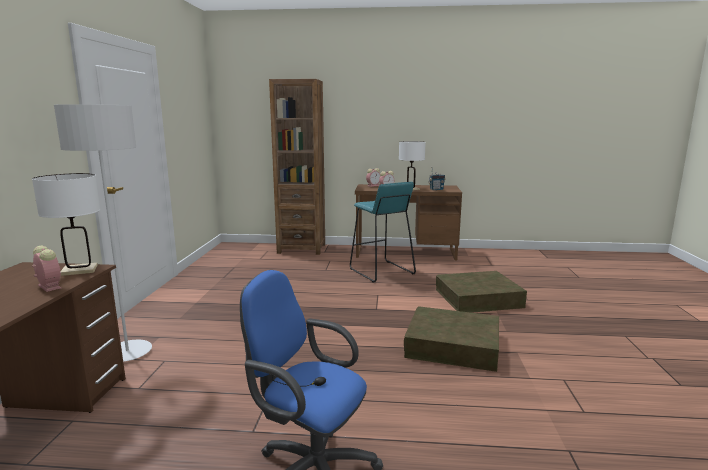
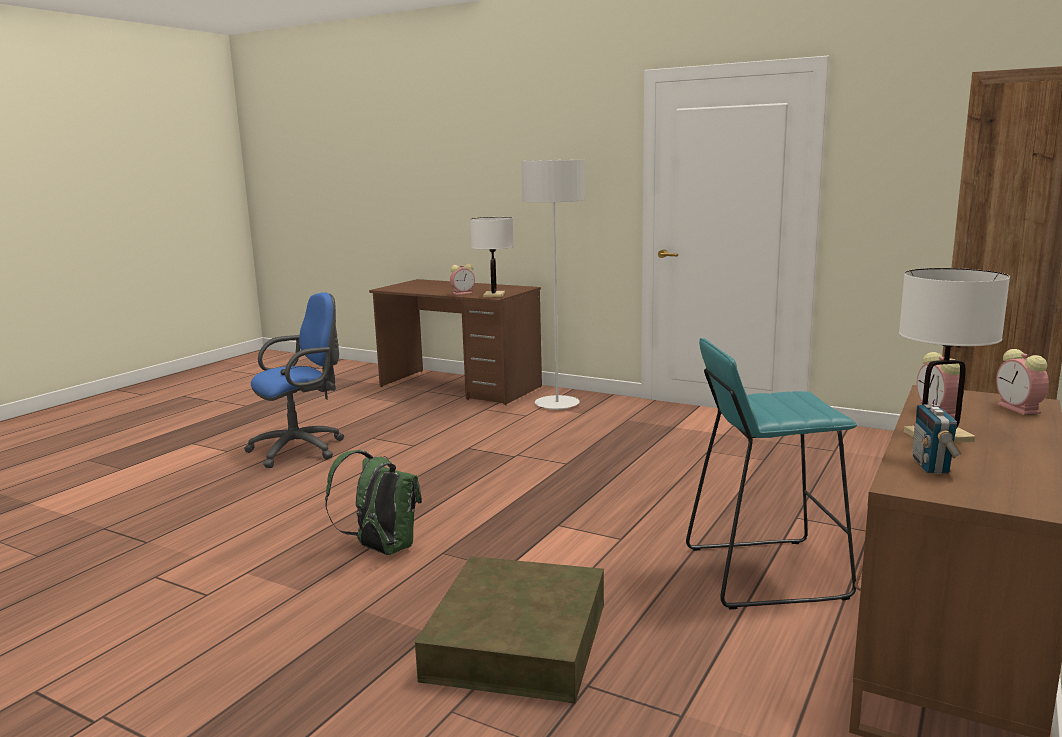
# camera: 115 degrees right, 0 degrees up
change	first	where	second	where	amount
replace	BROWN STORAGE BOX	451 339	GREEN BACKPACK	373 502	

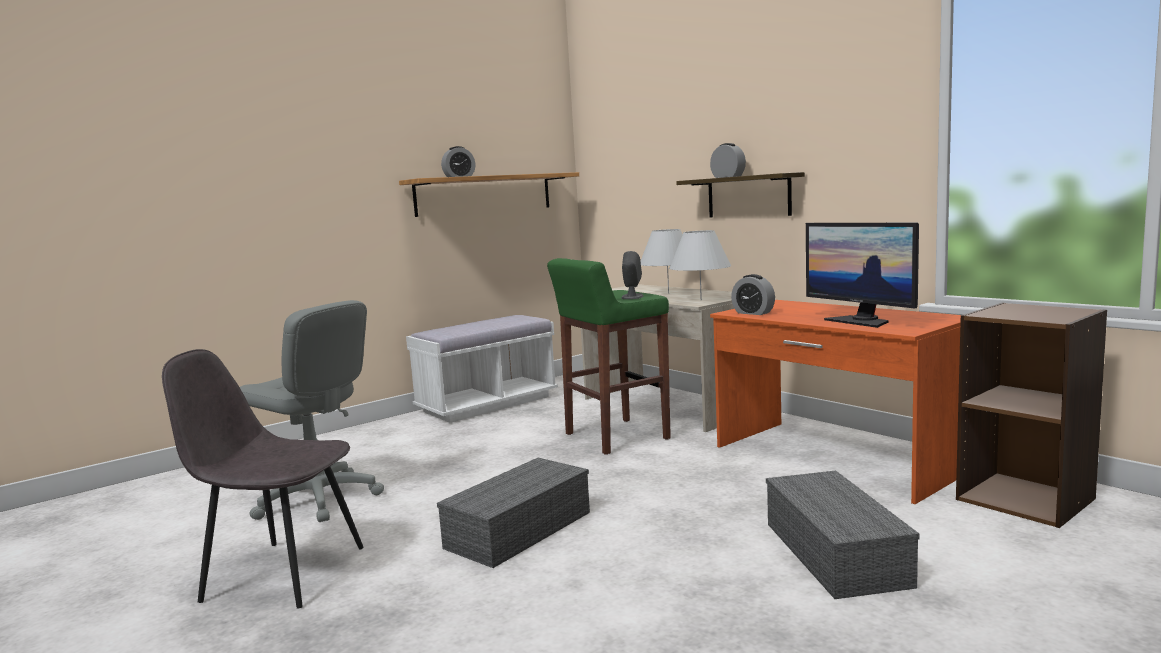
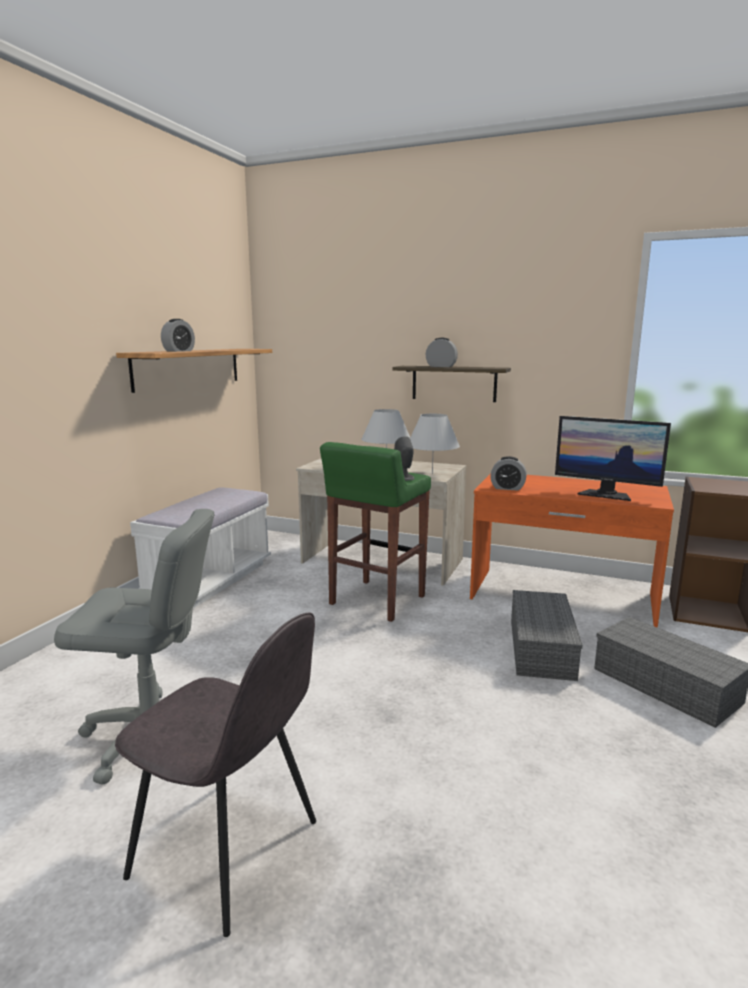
# camera: 30 degrees left, 5 degrees up
change	first	where	second	where	amount
rotate	GREY CHAIR	262 479		215 774	135 degrees counterclockwise
move	GREY STORAGE BOX	513 513		546 635	

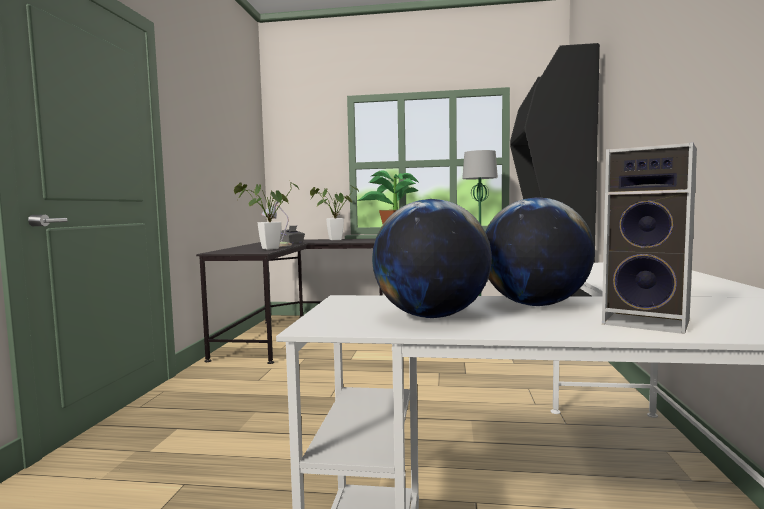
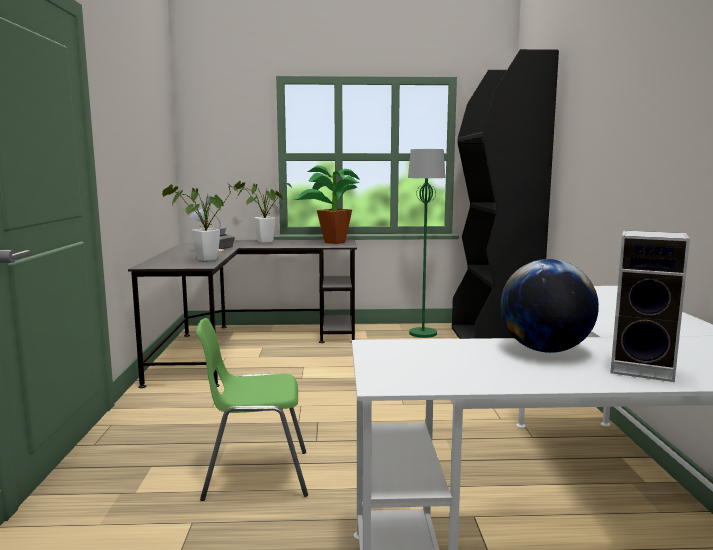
# camera: 10 degrees left, 5 degrees up
change	first	where	second	where	amount
insert			GREEN CHAIR	252 409	
delete	GLOBE	432 258			

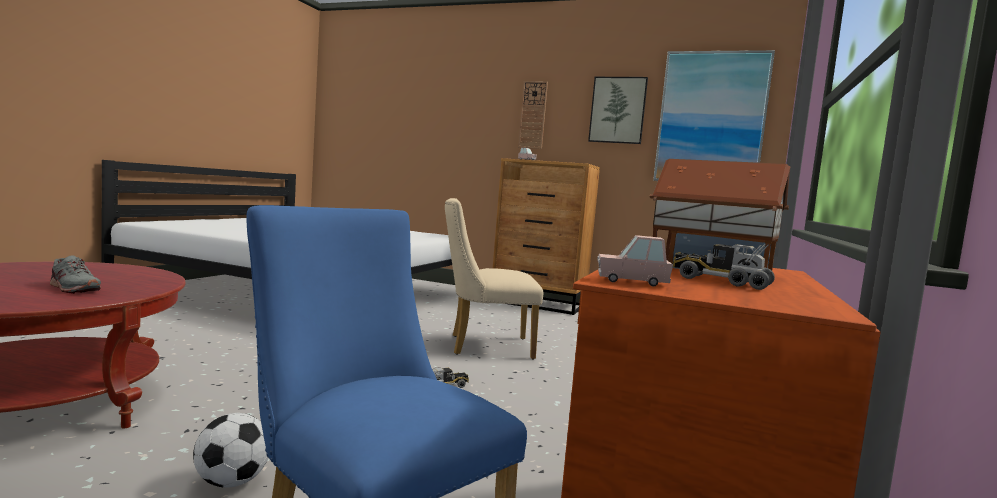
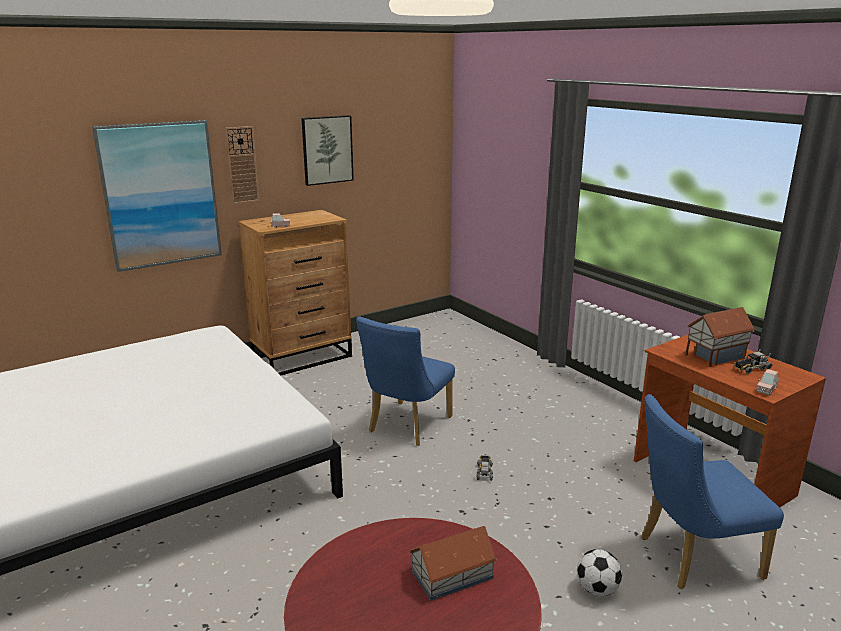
# camera: 55 degrees left, 15 degrees up
change	first	where	second	where	amount
move	PICTURE	714 115		157 196	
recolor	BEIGE CHAIR	494 278	BLUE CHAIR	405 381	
replace	GREY SHOE	75 275	TOY HOUSE	453 563	

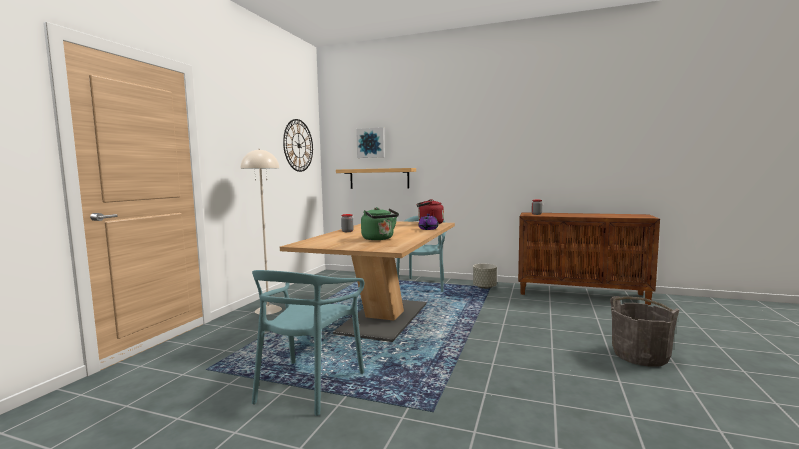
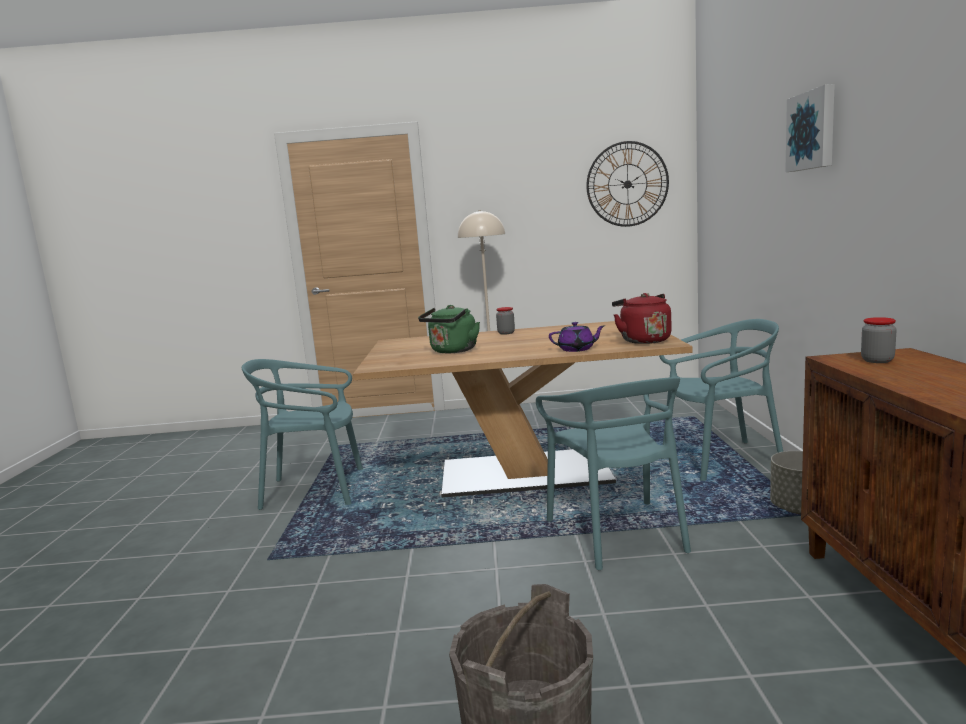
# camera: 70 degrees right, 5 degrees up
change	first	where	second	where	amount
insert			TURQUOISE CHAIR	613 473	
move	PICTURE	370 142		810 128	
delete	SHELF	376 178			

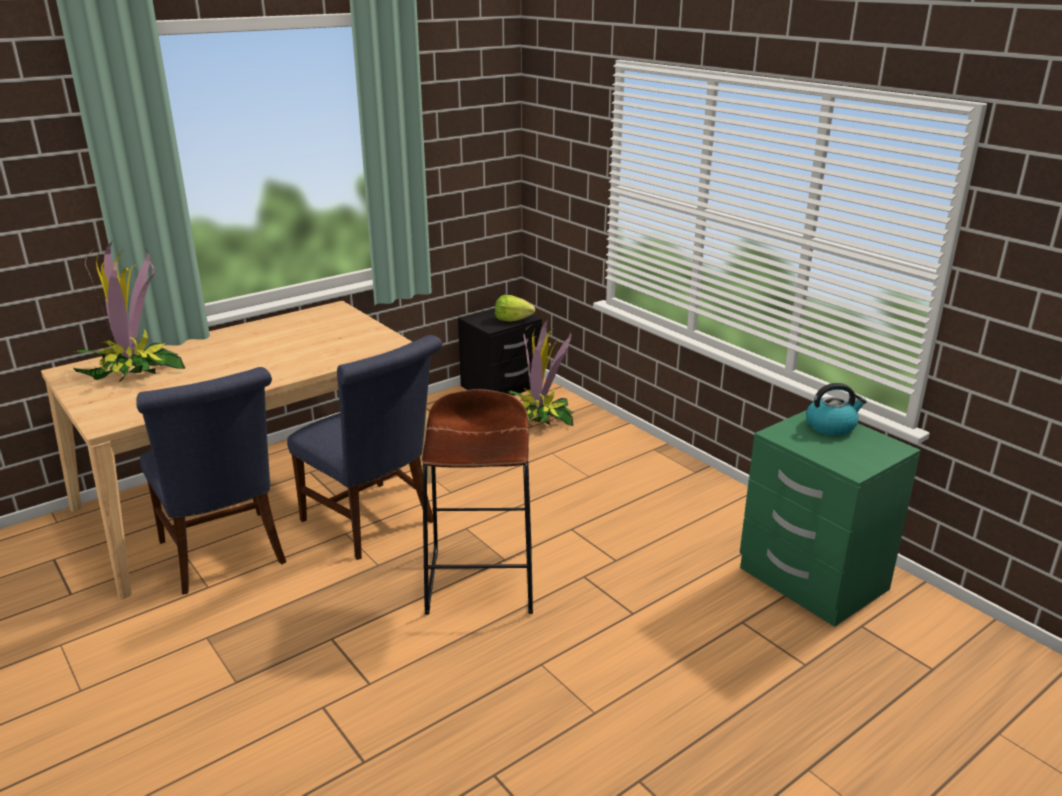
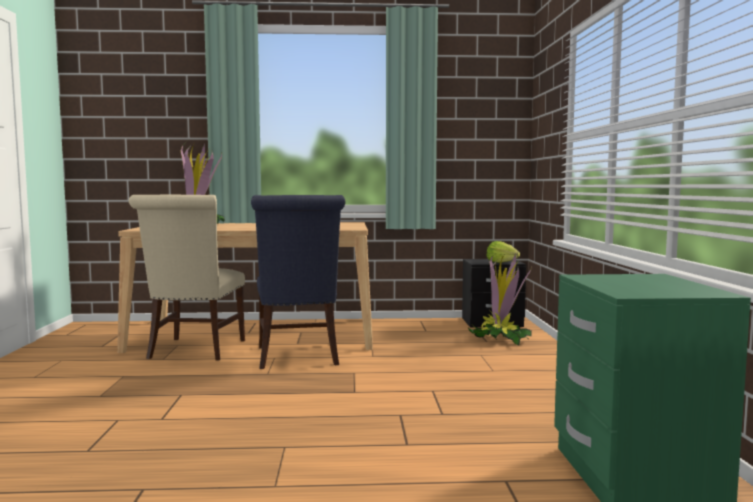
# camera: 35 degrees right, 20 degrees down
change	first	where	second	where	amount
recolor	BLUE CHAIR	211 481	BEIGE CHAIR	187 278	
delete	BROWN STOOL	477 502			
delete	KETTLE	836 409			

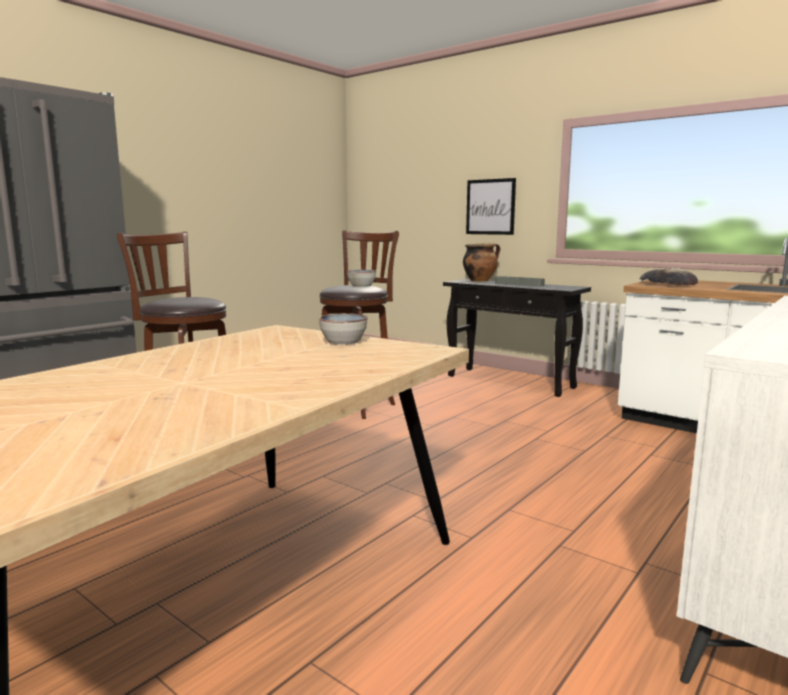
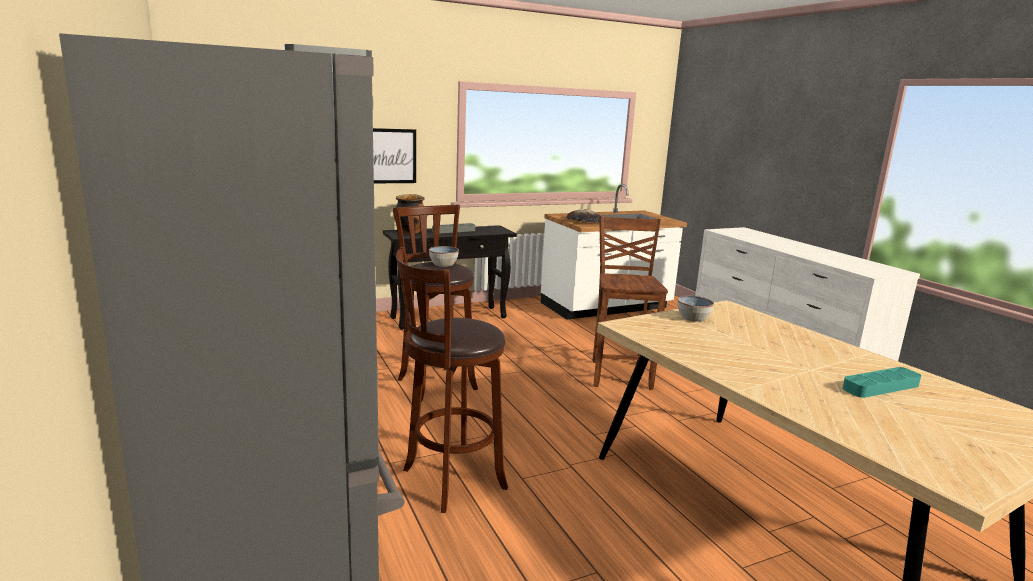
# camera: 65 degrees left, 5 degrees up
change	first	where	second	where	amount
insert			BROWN STOOL	630 303	
insert			TURQUOISE TRAY	881 382	

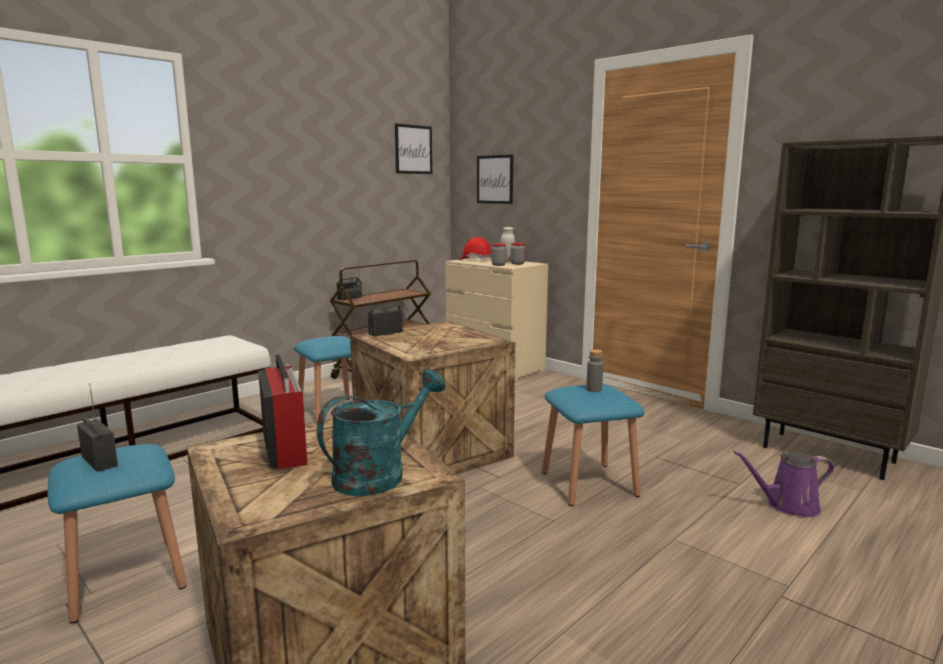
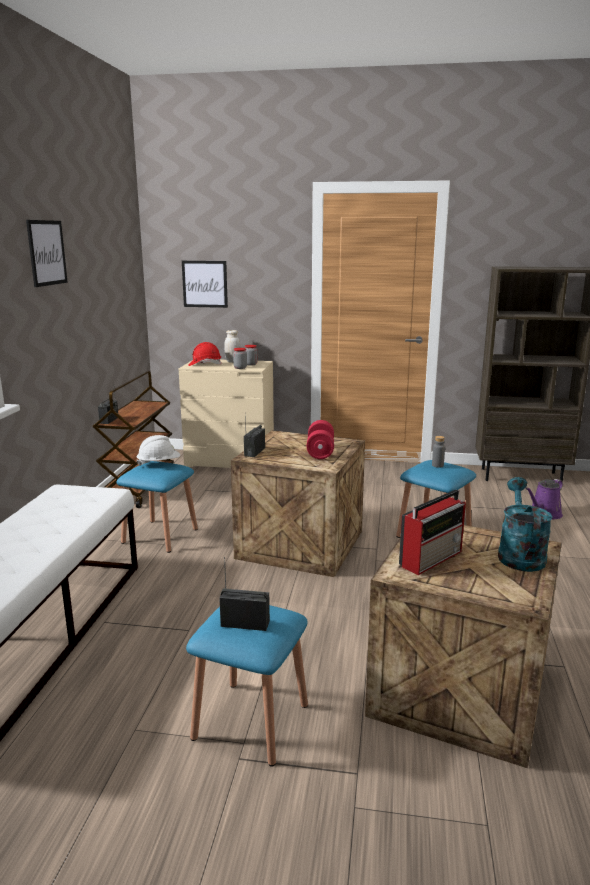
# camera: 35 degrees left, 5 degrees up
change	first	where	second	where	amount
move	PICTURE	413 148		47 253	
insert			WHITE HARD HAT	158 450	
insert			RED DUMBBELL	320 439	
rotate	RADIO	282 412		432 532	105 degrees clockwise

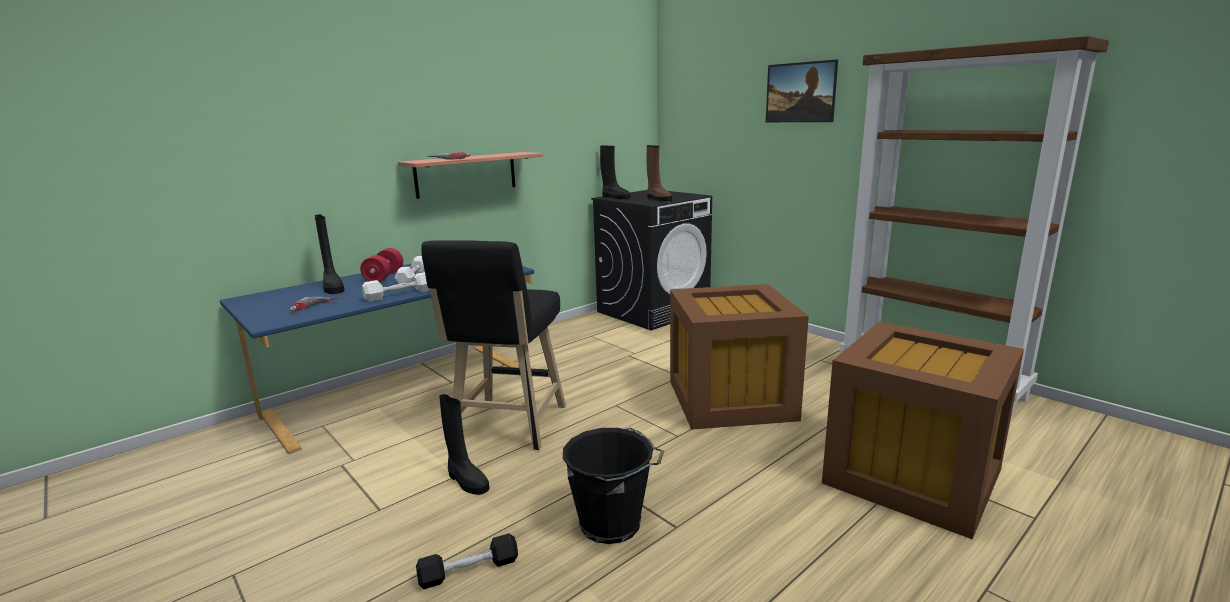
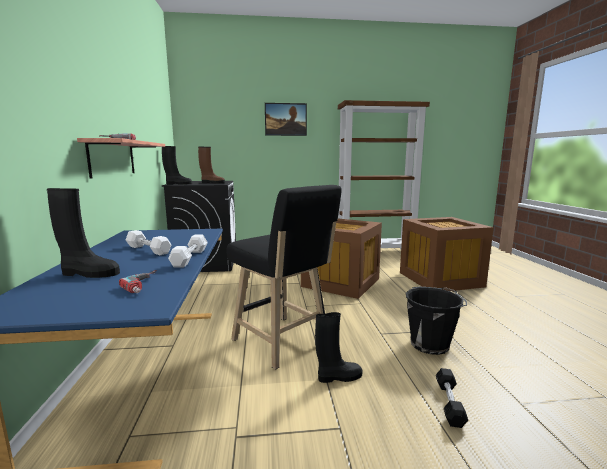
# camera: 55 degrees left, 5 degrees down
change	first	where	second	where	amount
delete	RED DUMBBELL	381 265			

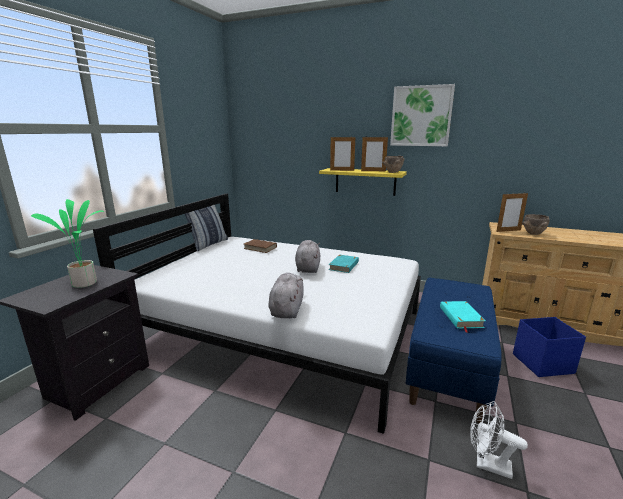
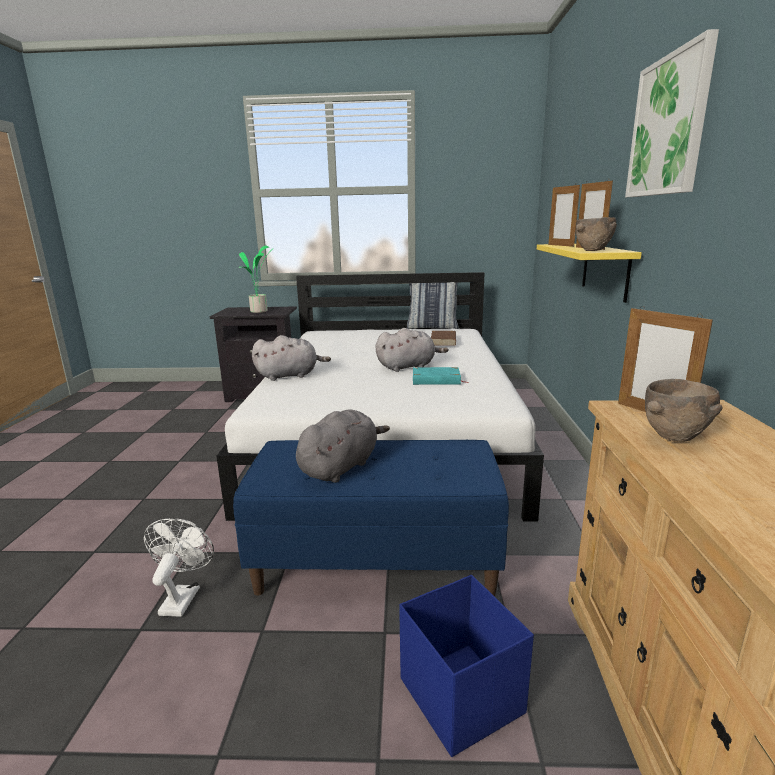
# camera: 70 degrees right, 0 degrees up
change	first	where	second	where	amount
replace	TURQUOISE BOOK	462 317	GREY PLUSH TOY	343 446	

